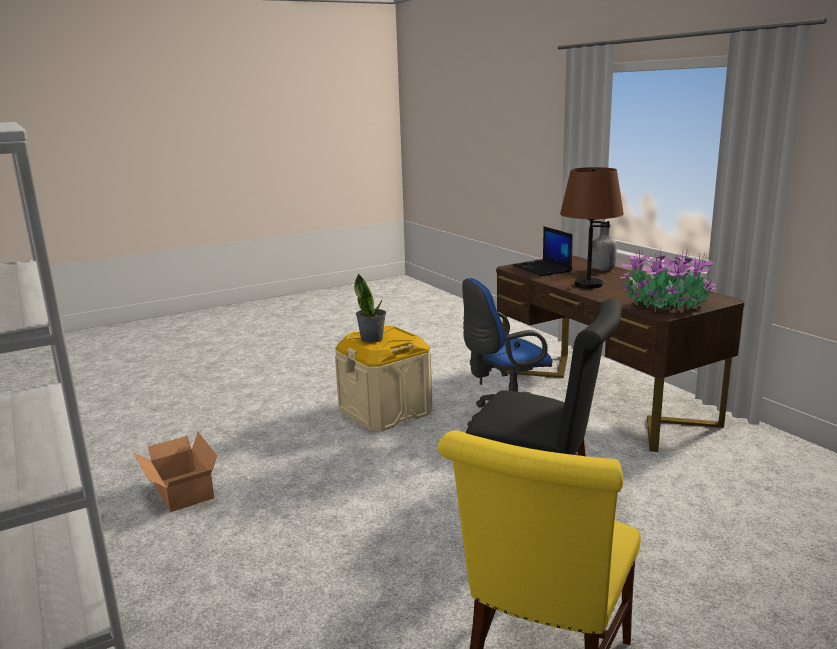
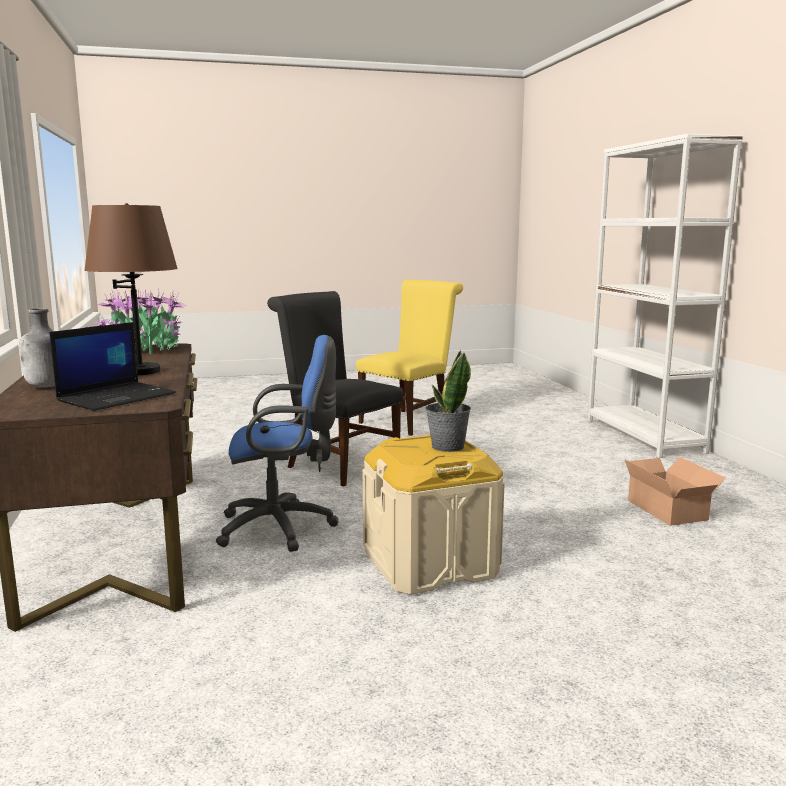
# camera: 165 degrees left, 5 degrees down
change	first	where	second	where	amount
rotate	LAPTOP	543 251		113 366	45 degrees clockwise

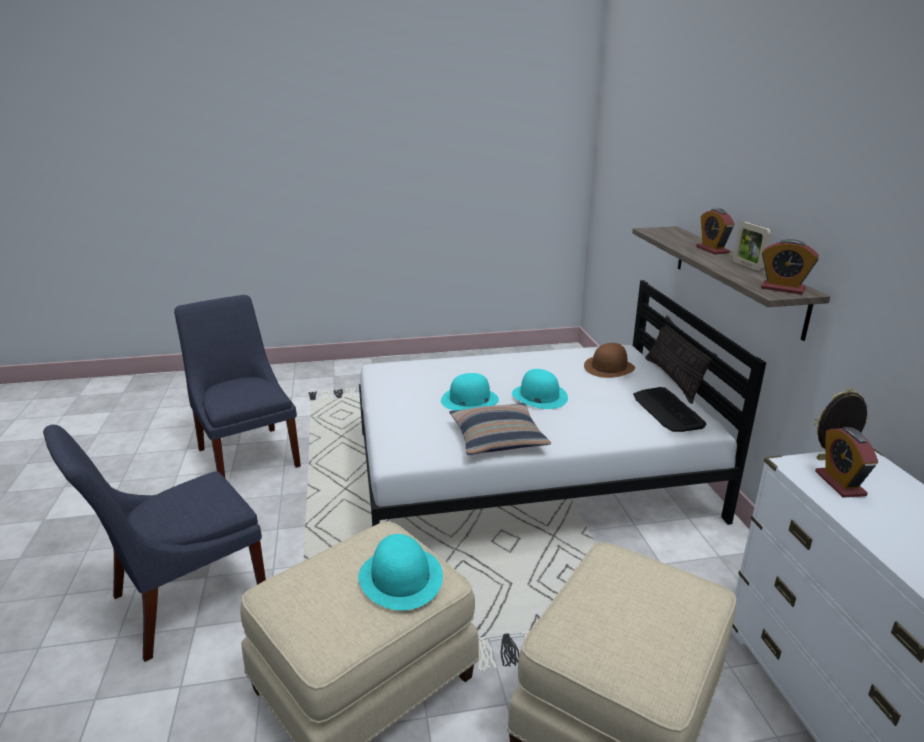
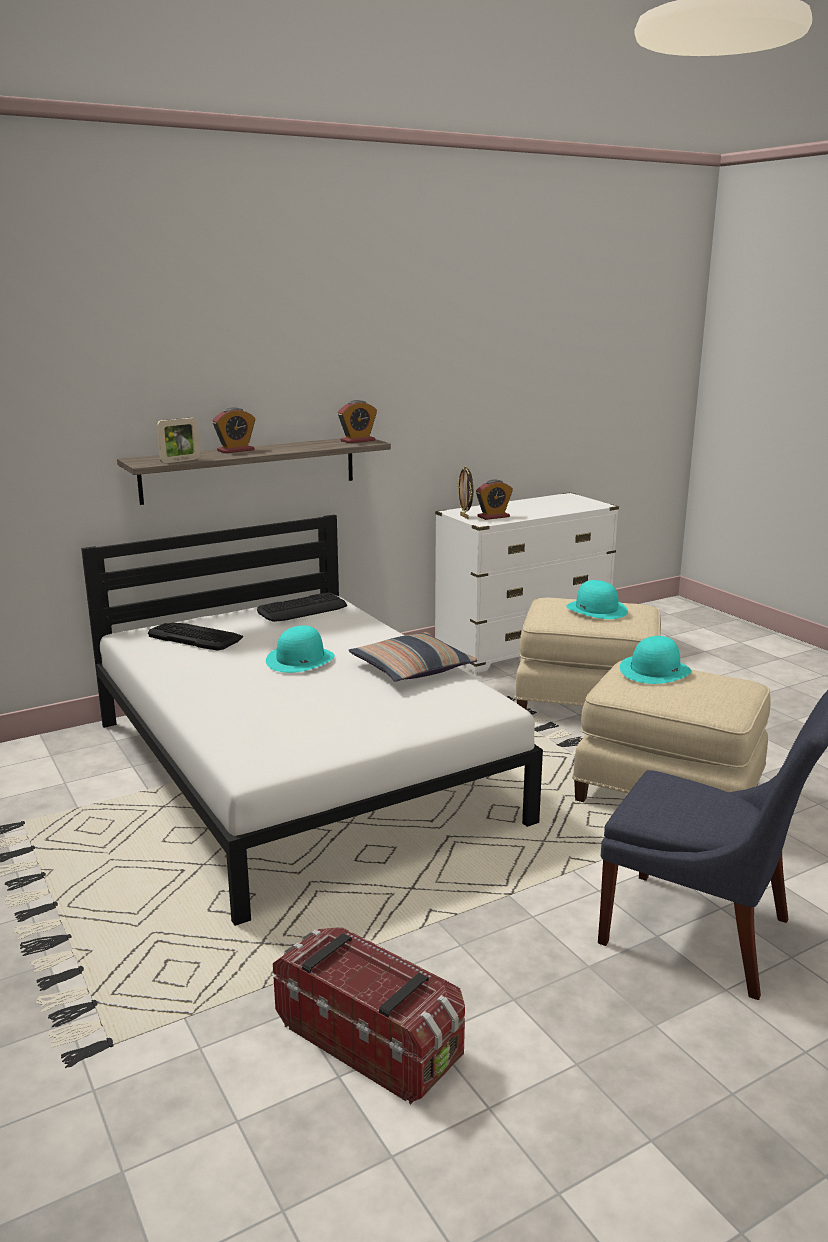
# camera: 110 degrees left, 5 degrees down
change	first	where	second	where	amount
replace	BROWN HAT	609 360	KEYBOARD	195 637	
move	PICTURE FRAME	752 246		178 440	
replace	BLUE CHAIR	237 386	STORAGE BOX	369 1015	
rotate	ALARM CLOCK	790 267		357 421	45 degrees clockwise
move	TURQUOISE HAT	470 391		597 599	
delete	PILLOW	681 360			

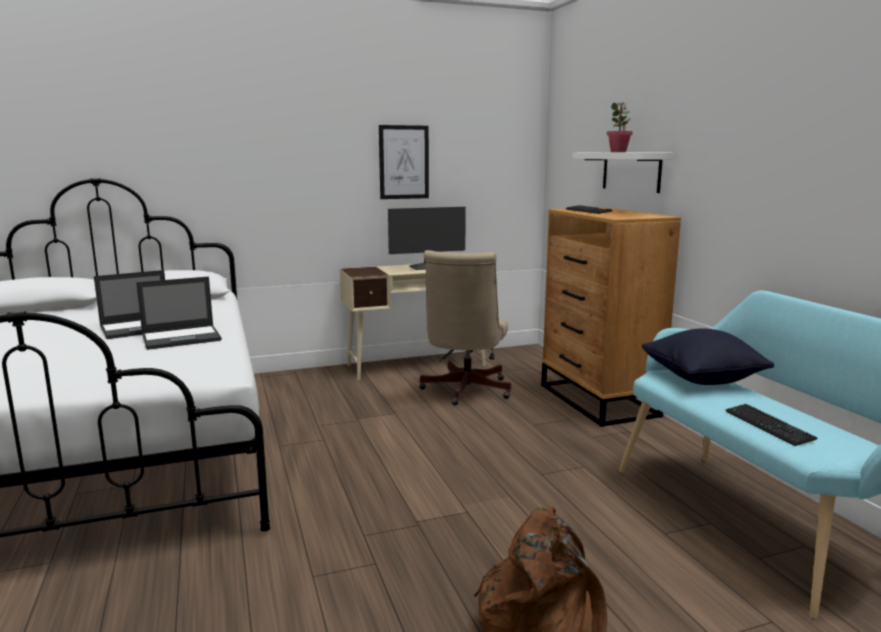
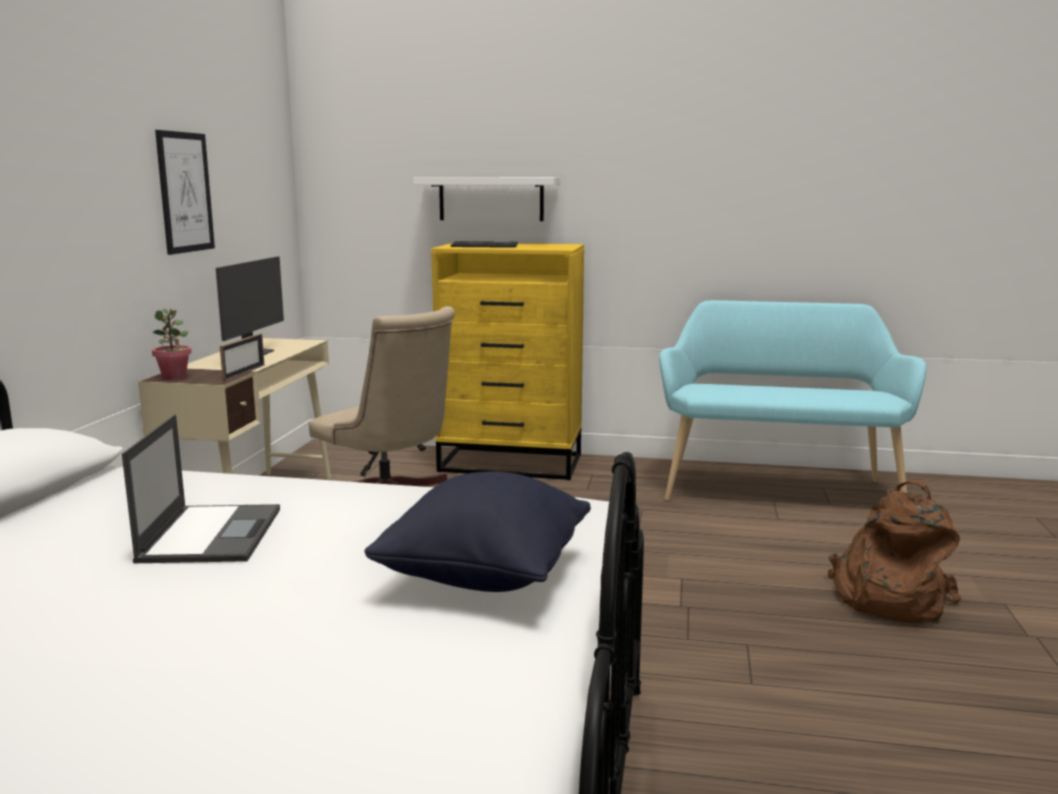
# camera: 60 degrees left, 0 degrees up
change	first	where	second	where	amount
move	POTTED PLANT	620 127		172 344	
insert			PICTURE FRAME	242 357	
move	BLACK PILLOW	708 356		477 532	
recolor	BROWN DRESSER	611 317	YELLOW DRESSER	507 361	
delete	LAPTOP	179 313			
delete	KEYBOARD	771 425			

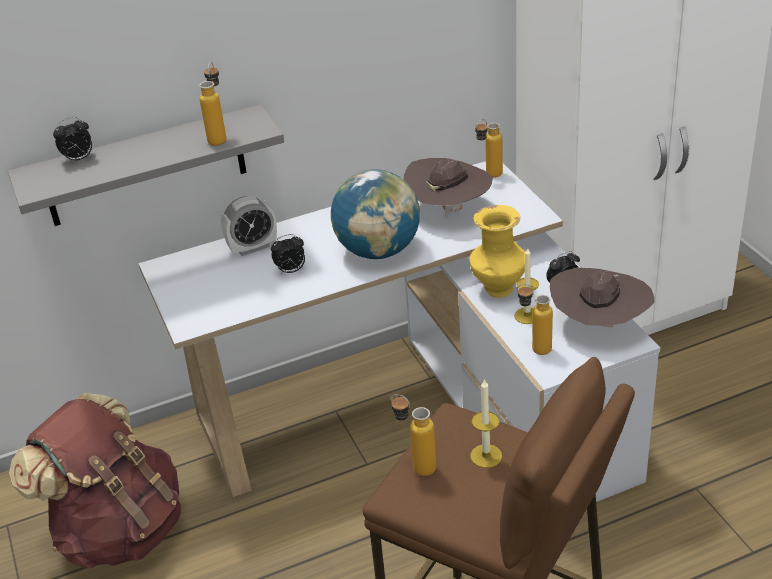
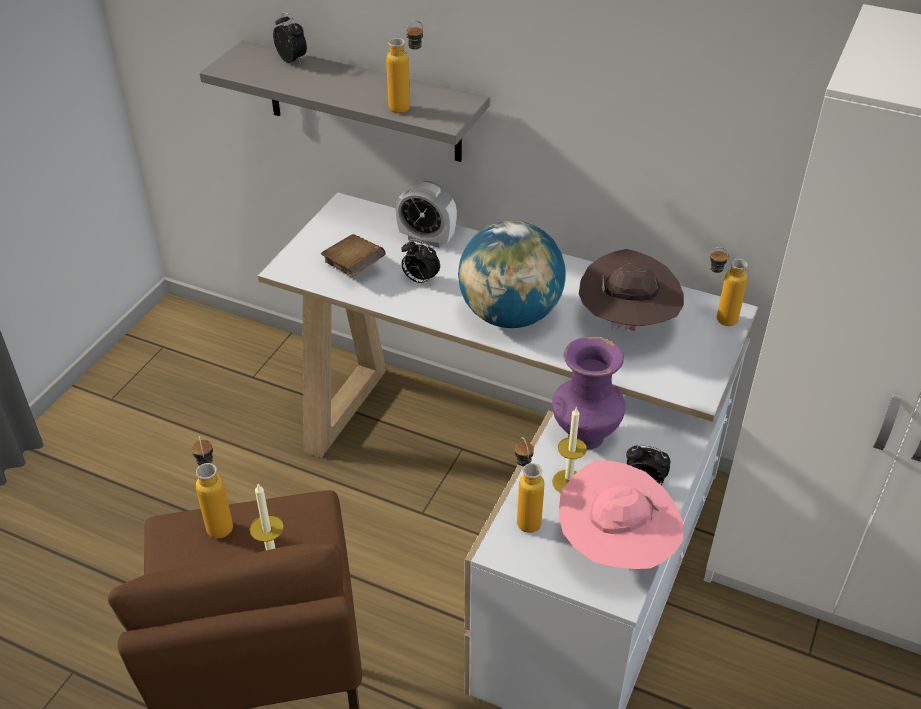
# camera: 45 degrees right, 5 degrees up
change	first	where	second	where	amount
rotate	ALARM CLOCK	72 140		290 38	150 degrees counterclockwise
insert			BROWN BOOK	353 255	
recolor	YELLOW VASE	497 251	PURPLE VASE	588 393	
recolor	BROWN HAT	602 297	PINK HAT	620 514	
delete	BROWN BACKPACK	95 481			

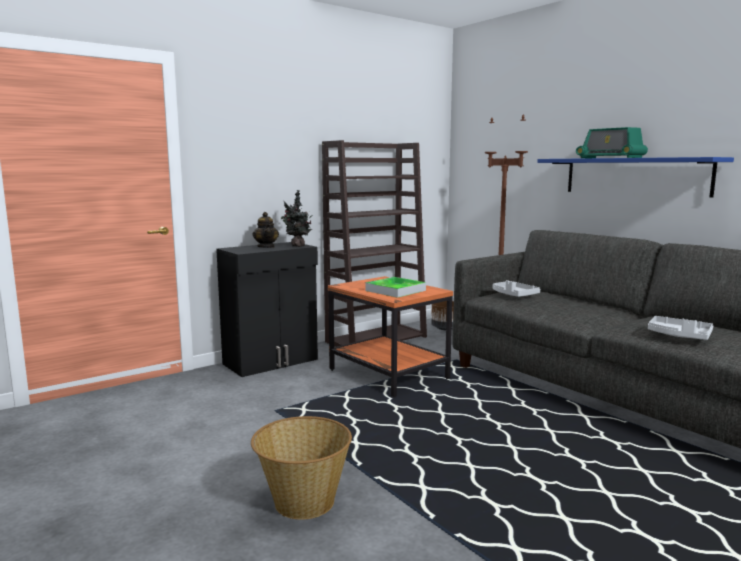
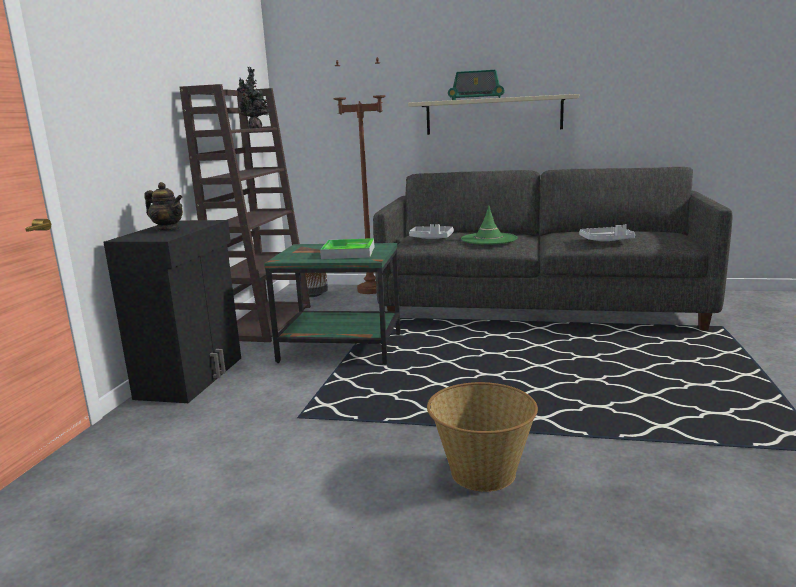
# camera: 40 degrees left, 5 degrees up
change	first	where	second	where	amount
move	POTTED PLANT	297 218		254 97	
recolor	ORANGE SIDE TABLE	390 337	GREEN SIDE TABLE	332 304	
recolor	BLUE SHELF	635 177	BEIGE SHELF	493 114	
insert			GREEN HAT	489 225	

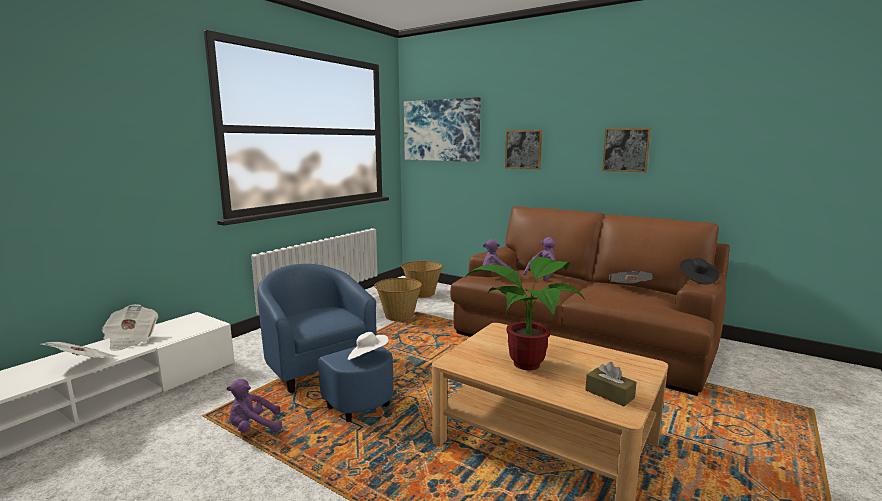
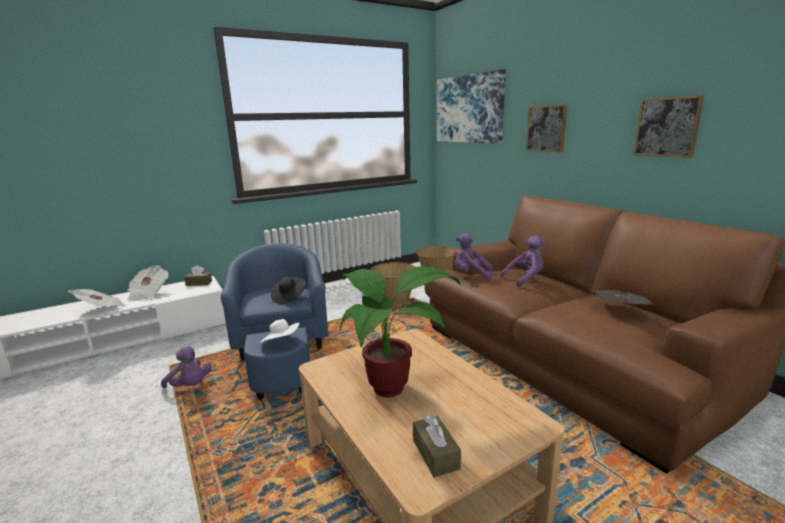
# camera: 25 degrees right, 5 degrees up
change	first	where	second	where	amount
rotate	PURPLE PLUSH TOY	254 406		186 367	150 degrees counterclockwise
insert			BROWN TISSUE BOX	198 275	
move	BLACK HAT	699 271		288 290	

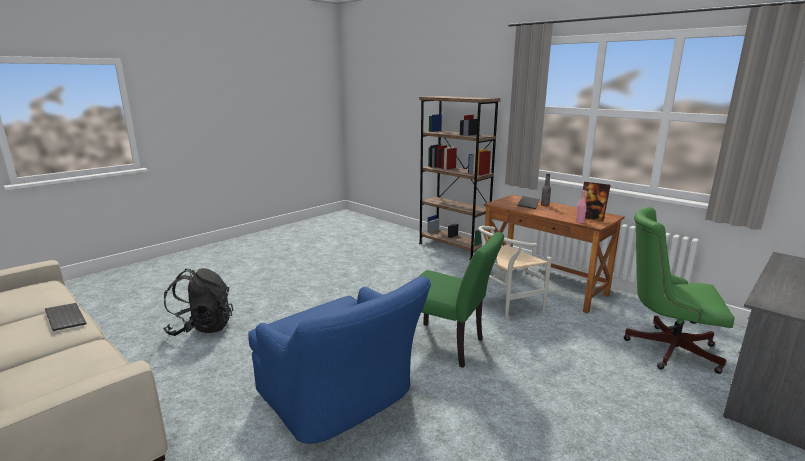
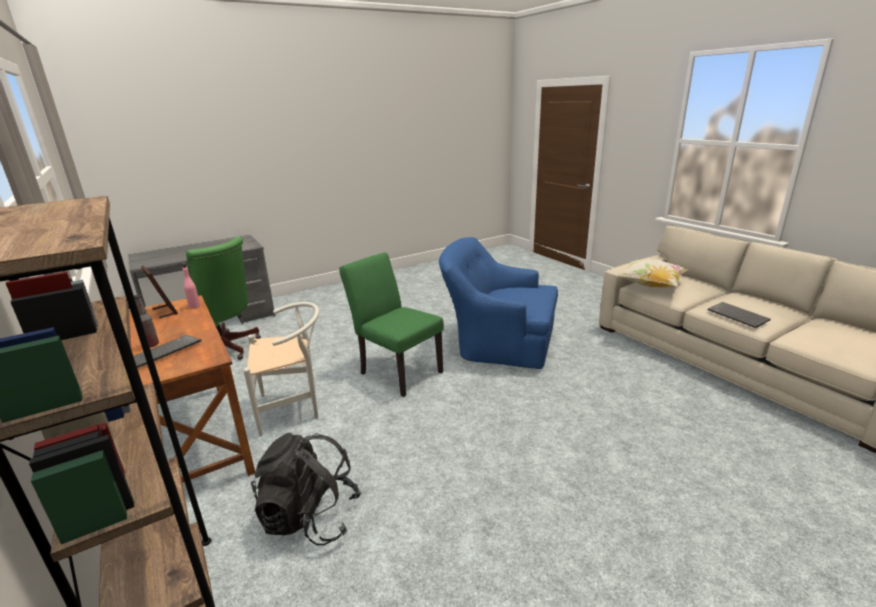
# camera: 165 degrees left, 5 degrees up
change	first	where	second	where	amount
move	BLACK BACKPACK	198 302		306 489	
rotate	BLUE ARMCHAIR	339 360		498 303	45 degrees counterclockwise
insert			PILLOW	653 273	

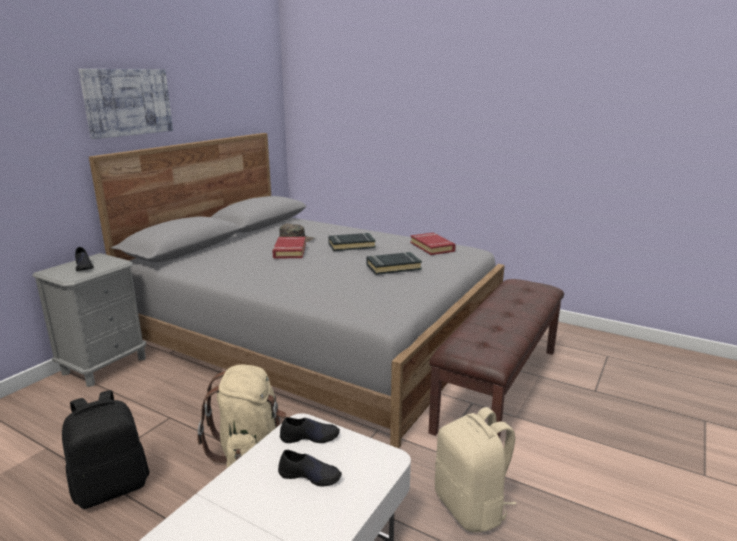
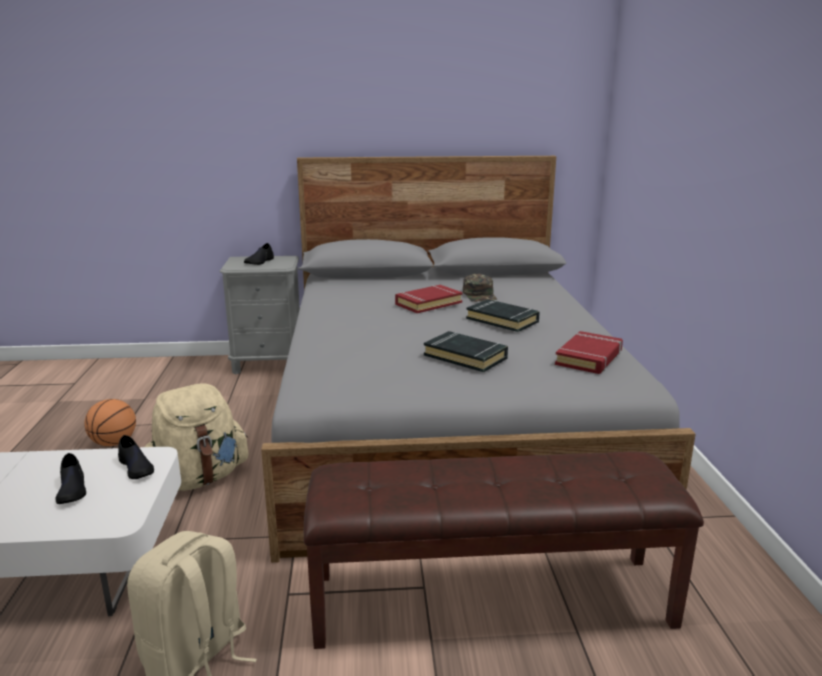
# camera: 55 degrees right, 0 degrees up
change	first	where	second	where	amount
replace	BLACK BACKPACK	105 449	BASKETBALL	110 422	
delete	PICTURE	126 104			

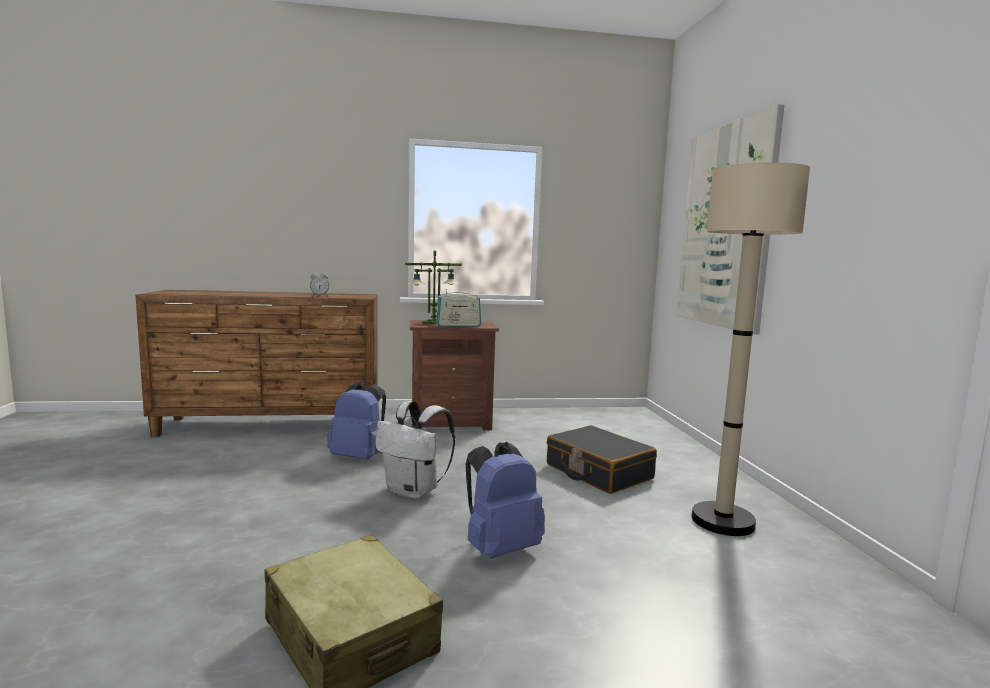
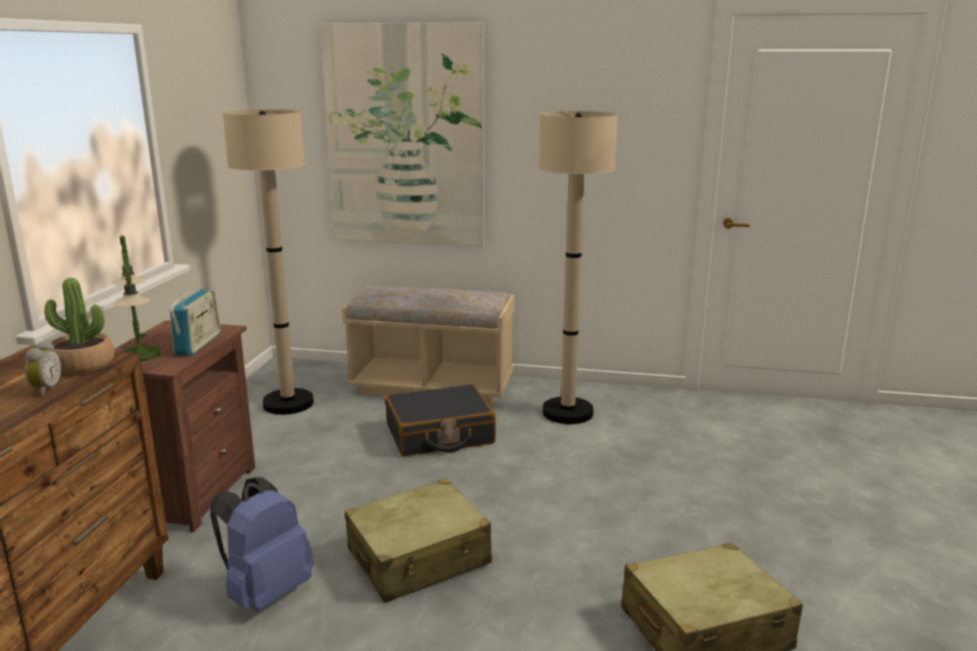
# camera: 70 degrees left, 10 degrees up
change	first	where	second	where	amount
insert			POTTED PLANT	79 326	
insert			BEIGE FLOOR LAMP	268 262	
insert			BEIGE BENCH	428 345	
replace	WHITE BACKPACK	415 450	BEIGE SUITCASE	418 541	
delete	BLUE BACKPACK	505 500			

